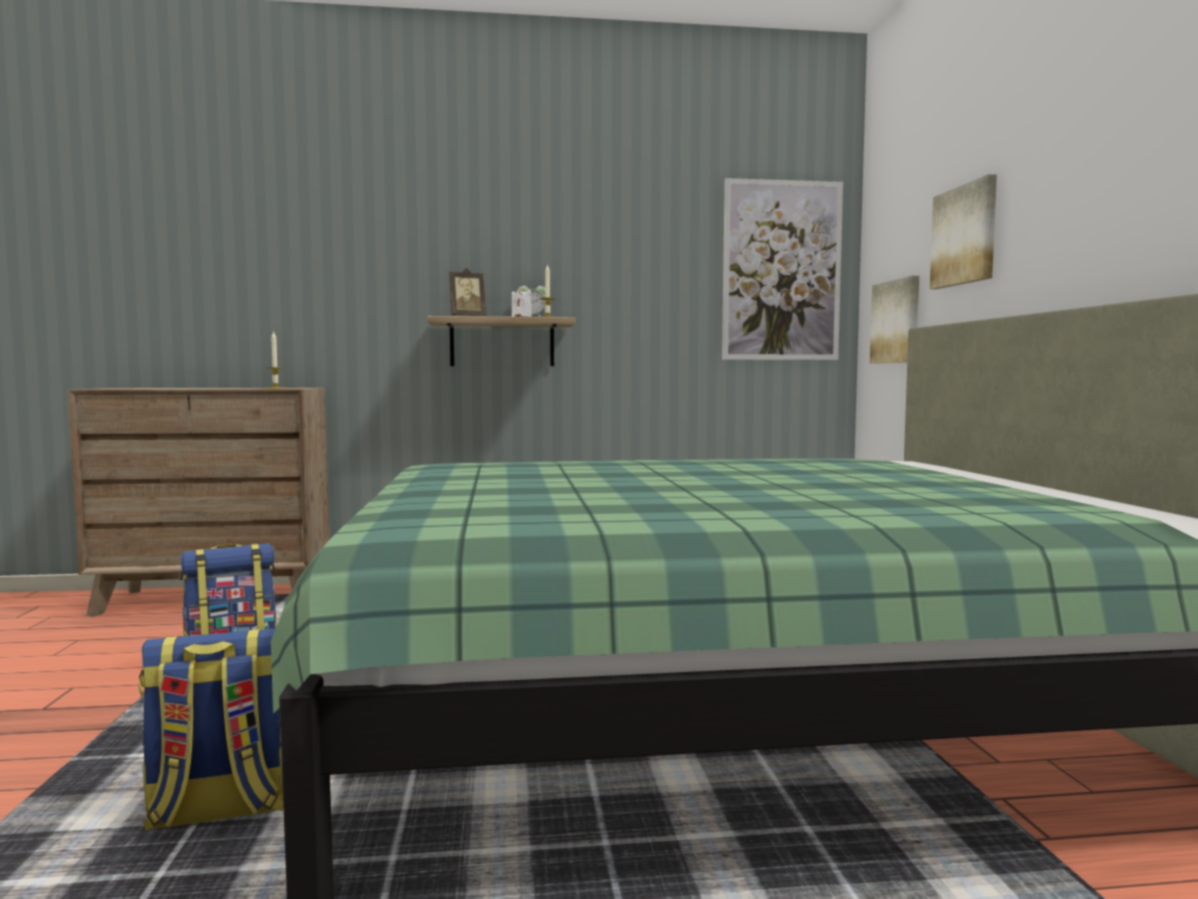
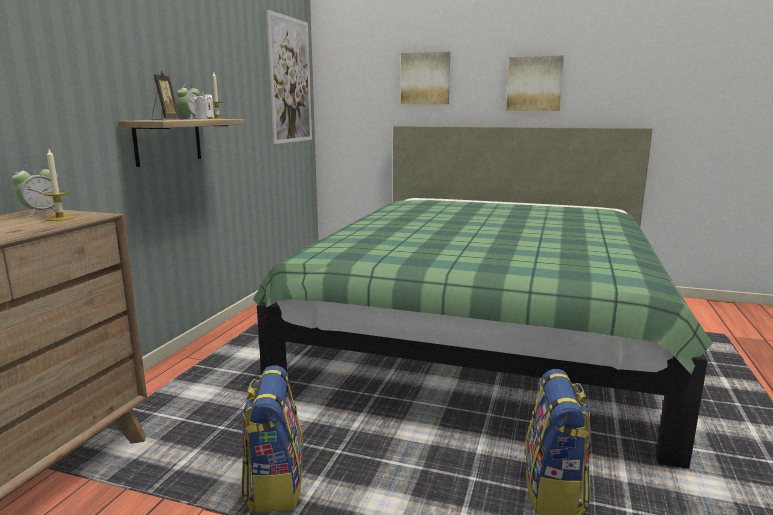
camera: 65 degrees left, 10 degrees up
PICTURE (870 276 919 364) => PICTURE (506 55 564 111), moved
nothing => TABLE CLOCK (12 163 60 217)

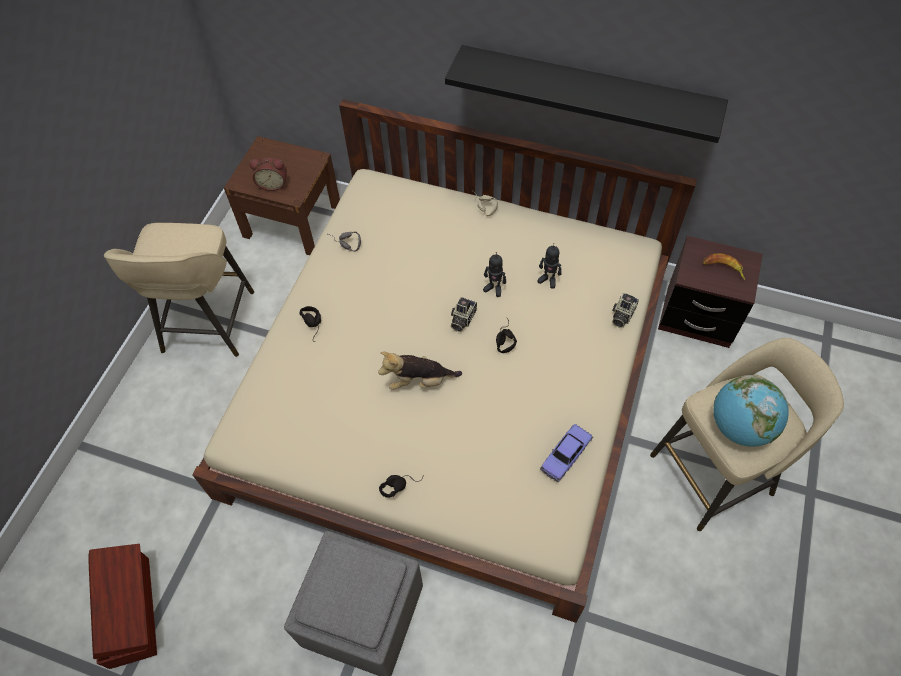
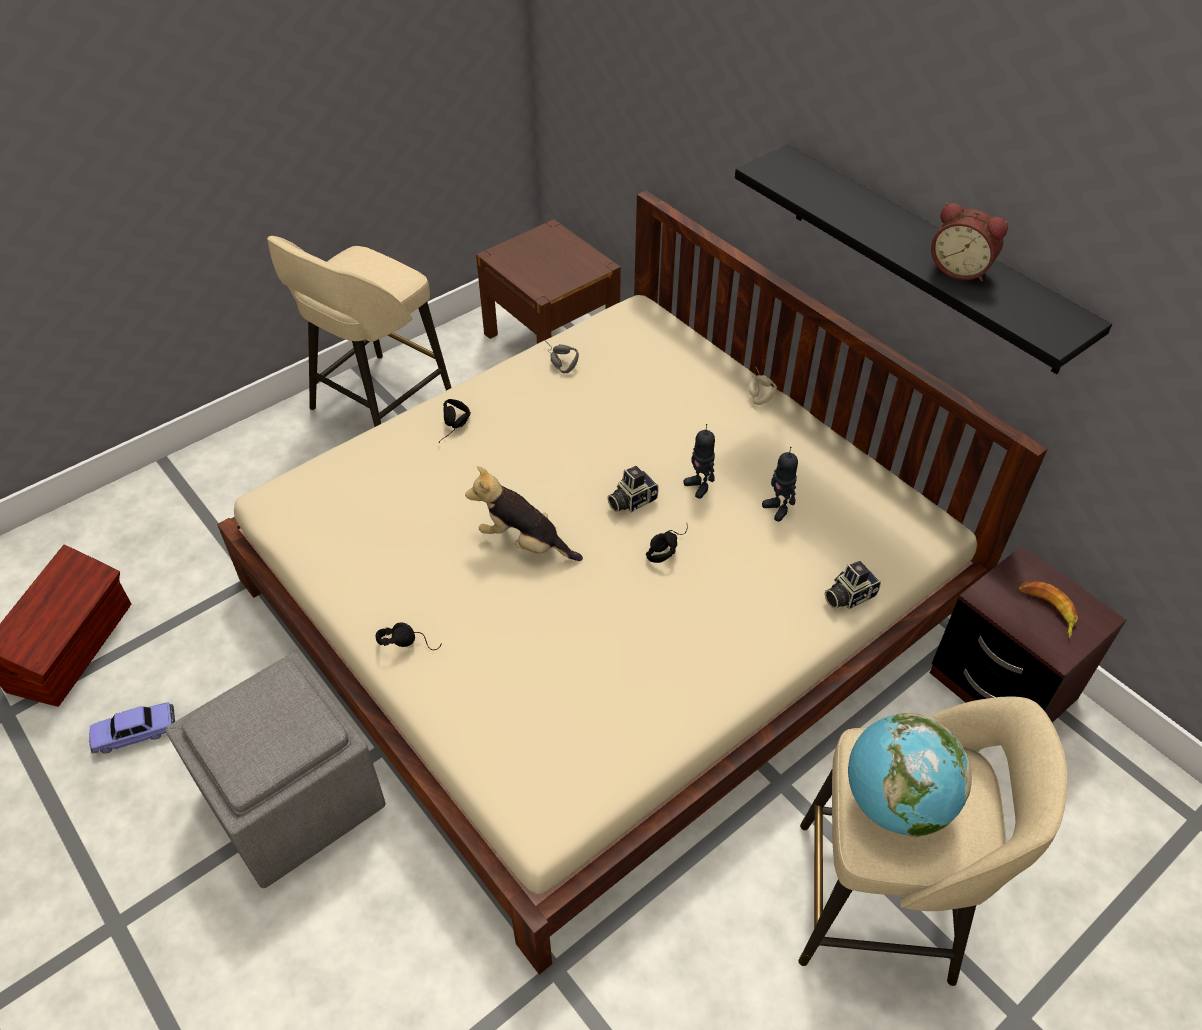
camera: 30 degrees right, 10 degrees down
TABLE CLOCK (250 157 287 191) => TABLE CLOCK (931 203 1008 282), moved
MINIATURE CAR (540 424 593 482) => MINIATURE CAR (89 702 175 754), moved

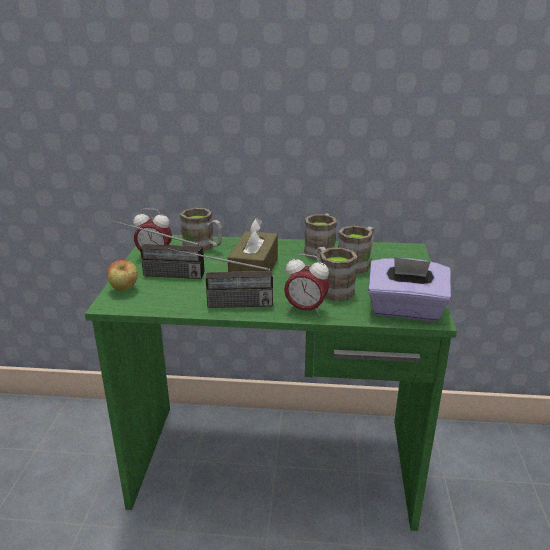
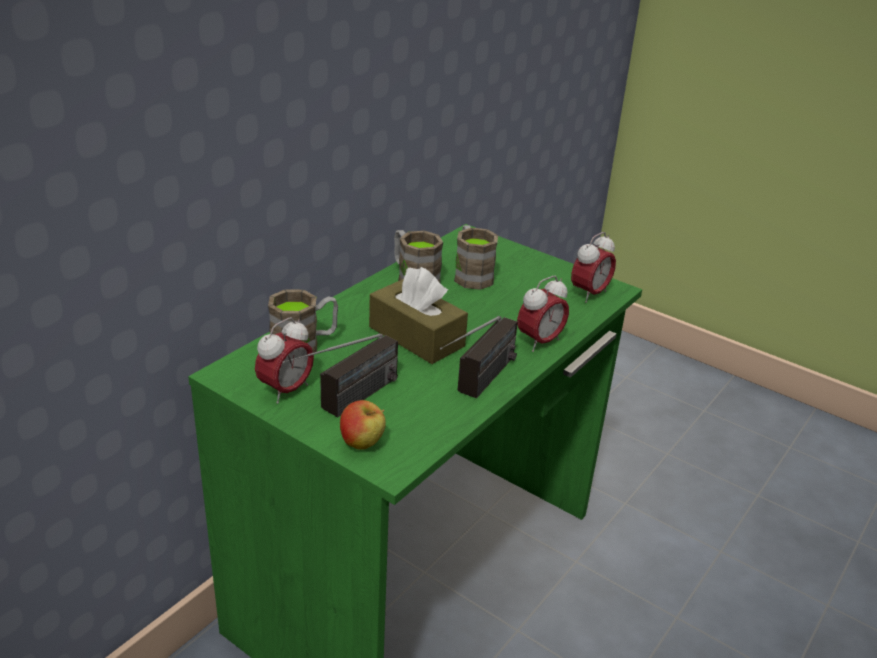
camera: 60 degrees left, 5 degrees up
BROWNISH TEA MUG (317 247 358 301) => nothing
PURPLE-COLOURED TISSUE HOLDER (368 257 451 321) => TABLE CLOCK (571 232 616 303)

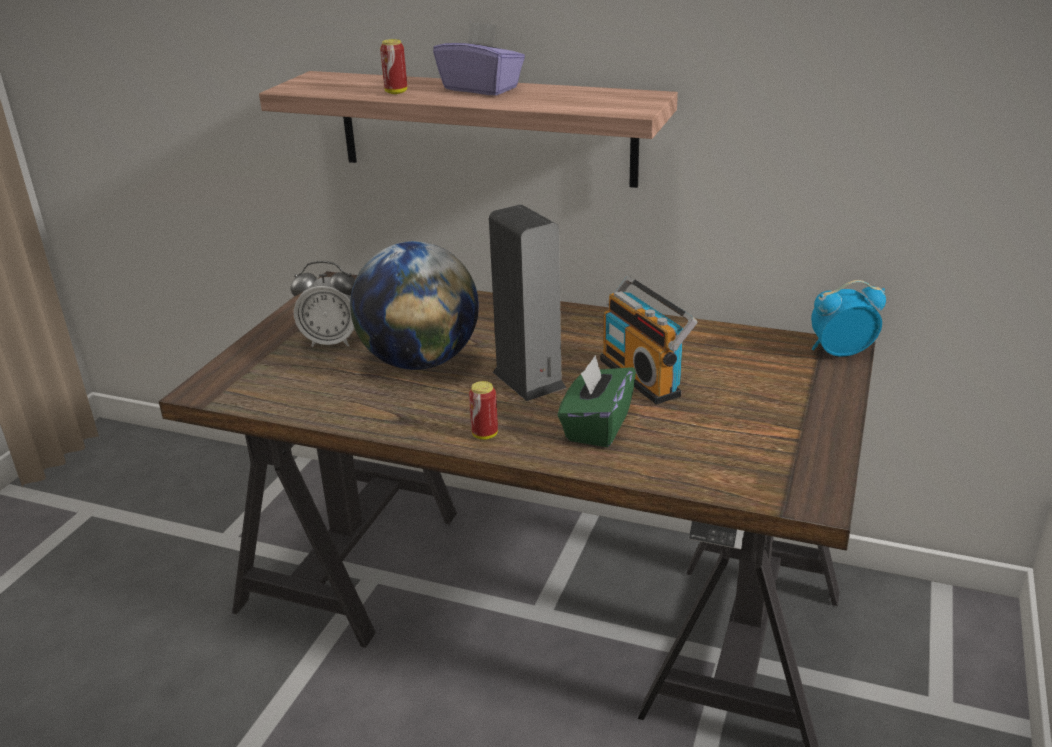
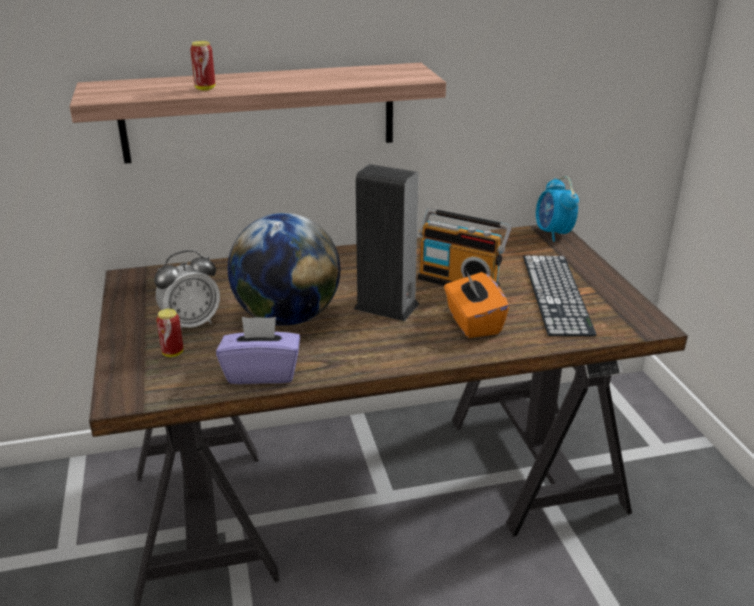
camera: 35 degrees left, 0 degrees up
PURPLE-COLOURED TISSUE HOLDER (433 22 525 95) => PURPLE-COLOURED TISSUE HOLDER (216 317 300 384), moved
TABLE CLOCK (811 280 886 357) => TABLE CLOCK (536 176 579 242), 60 degrees counterclockwise
GREENISH TISSUE HOLDER (558 355 636 447) => ORANGE TISSUE HOLDER (444 268 509 338)
METAL CAN (469 381 498 440) => METAL CAN (156 309 183 357), moved
nothing => PC KEYBOARD (523 255 597 336)

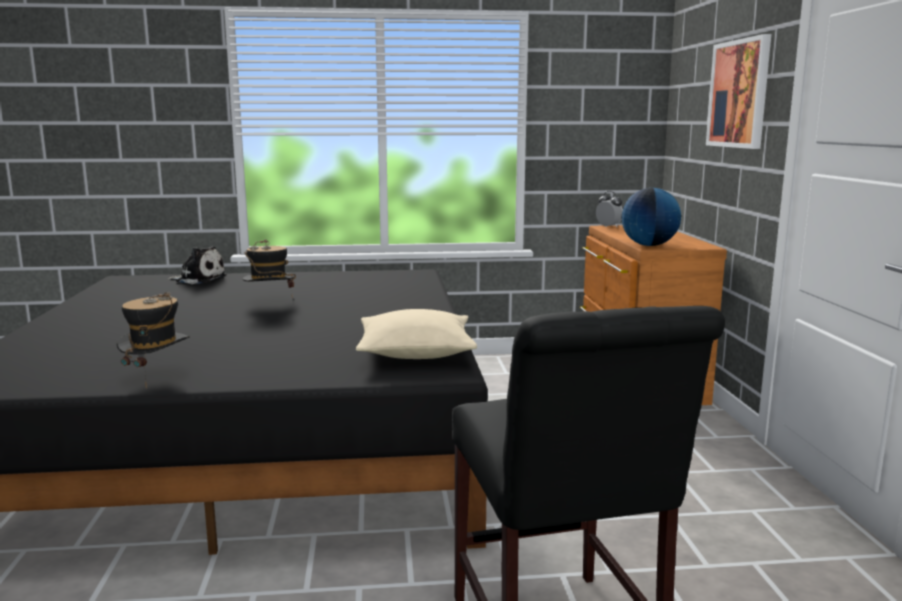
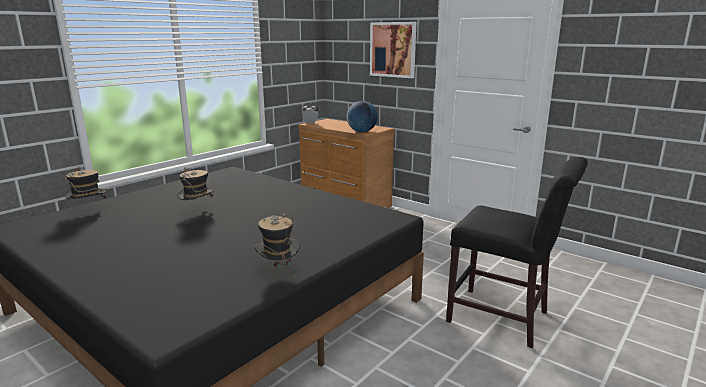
camera: 45 degrees left, 5 degrees up
CUDDLY TOY (168 246 227 284) => HAT (65 166 107 204)
SAND-COLOURED PILLOW (356 309 477 359) => nothing

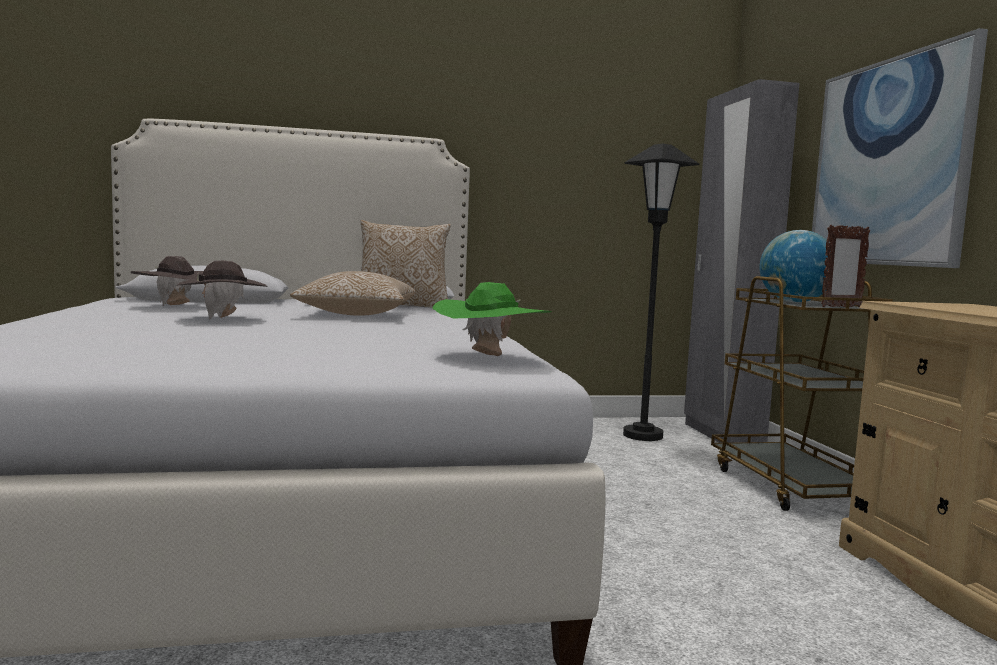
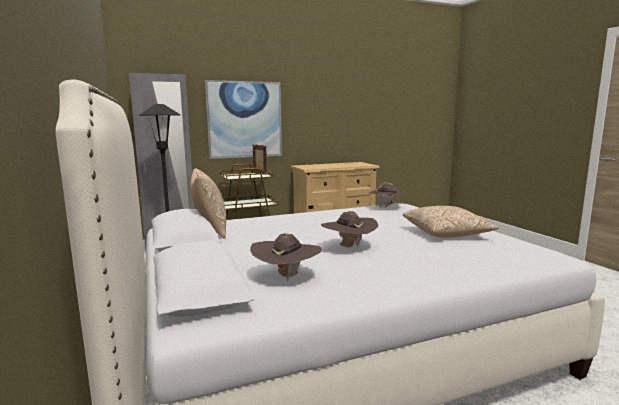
camera: 100 degrees left, 5 degrees up
DESK GLOBE (760 230 828 302) => nothing
PILLOW (290 271 416 316) => PILLOW (403 206 499 238), moved
GREENISH HAT (432 282 552 356) => BROWNISH HAT (369 183 406 207)

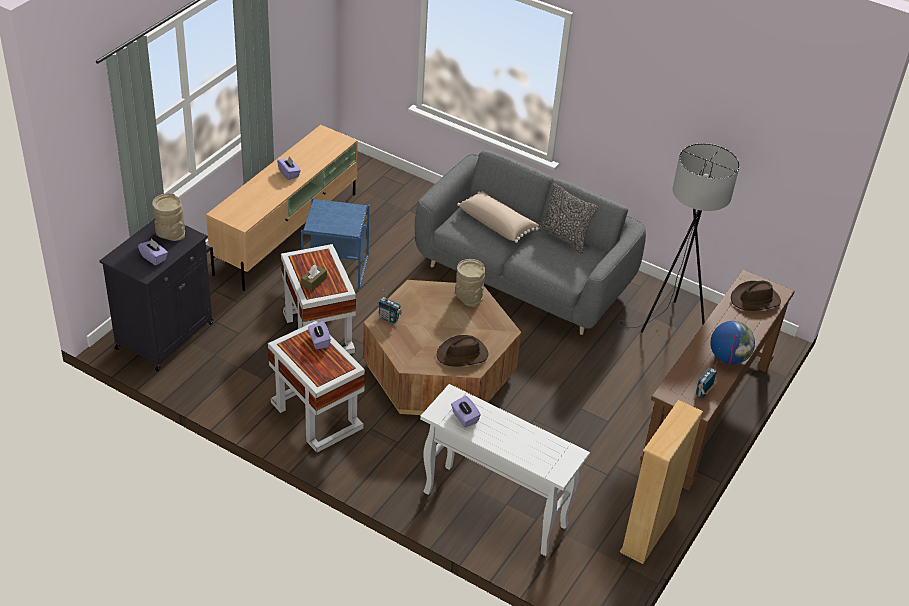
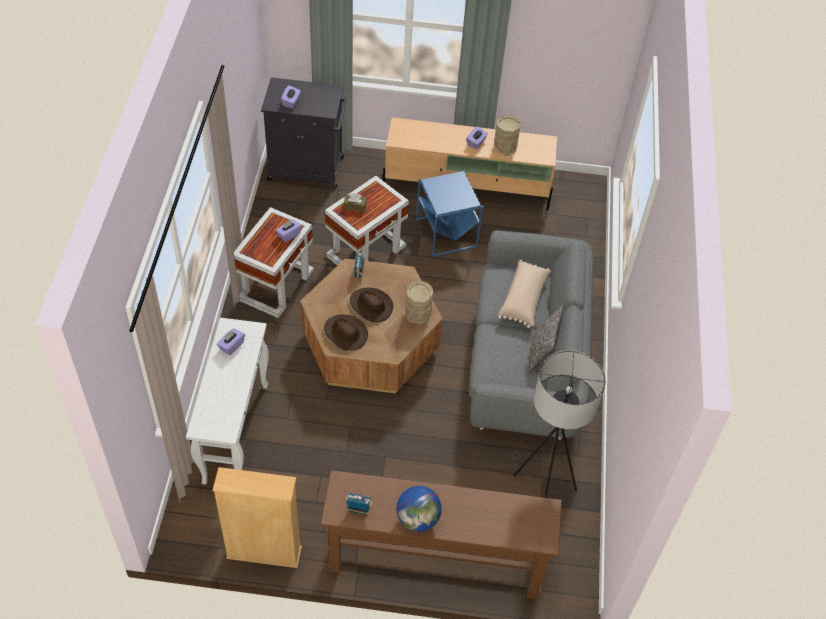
camera: 65 degrees right, 10 degrees up
SAND-COLOURED FLOWER VASE (152 193 185 241) => SAND-COLOURED FLOWER VASE (494 115 521 156), moved
BROWNISH HAT (731 281 781 311) => BROWNISH HAT (350 288 393 322), moved

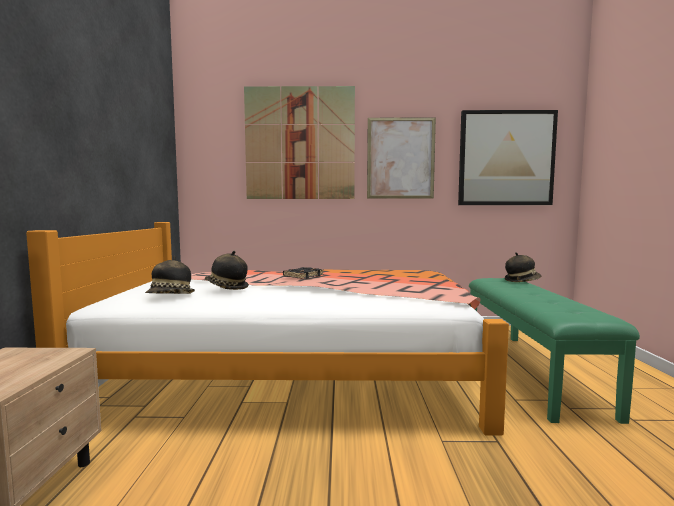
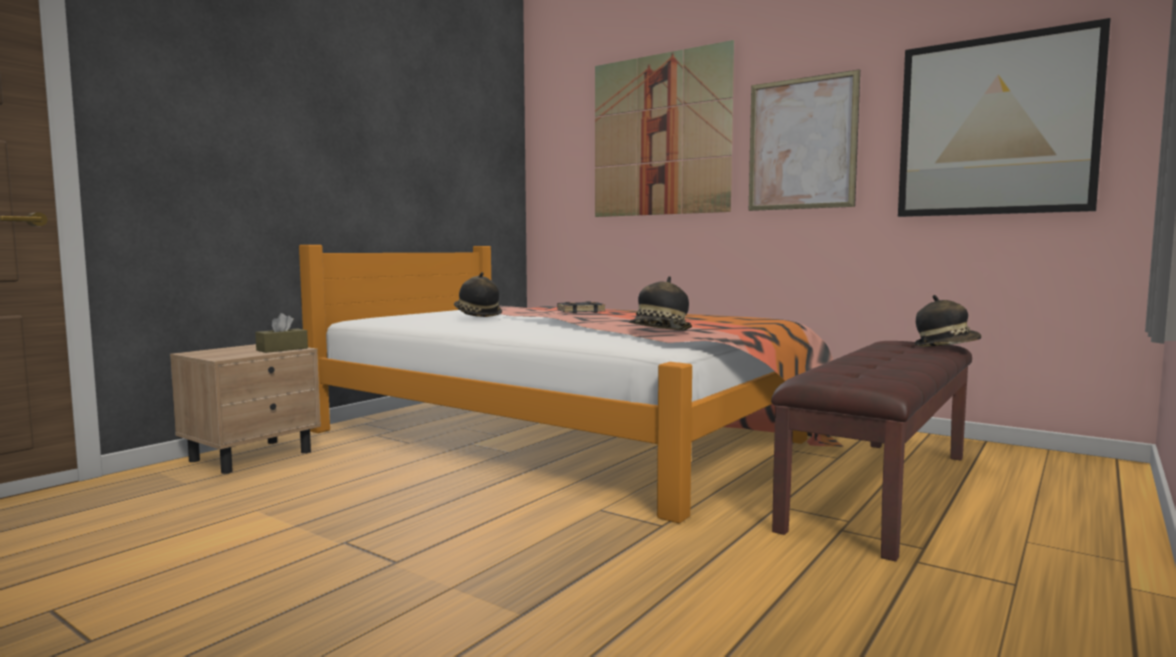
camera: 35 degrees right, 0 degrees up
HAT (145 256 195 294) => HAT (629 276 692 330), moved
GREENISH INDOOR BENCH (469 278 640 424) => BROWNISH INDOOR BENCH (771 341 972 562)
nothing => BROWNISH TISSUE HOLDER (255 313 308 353)

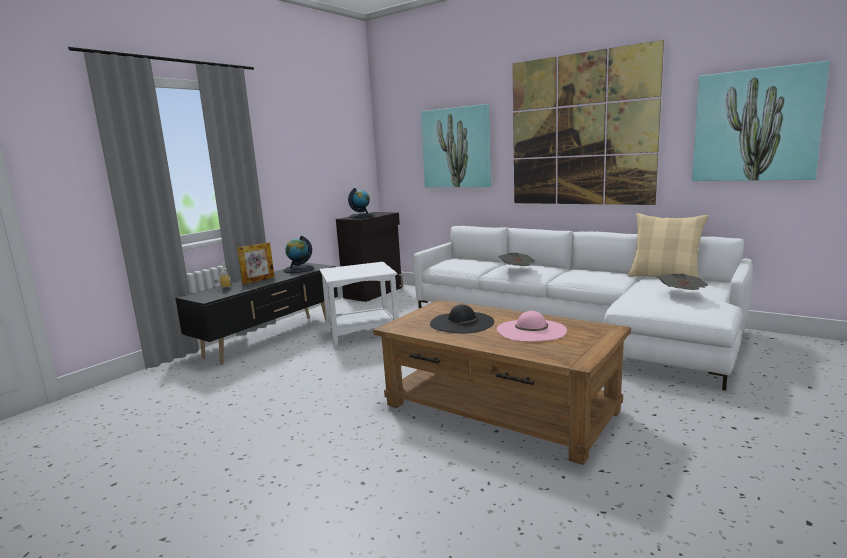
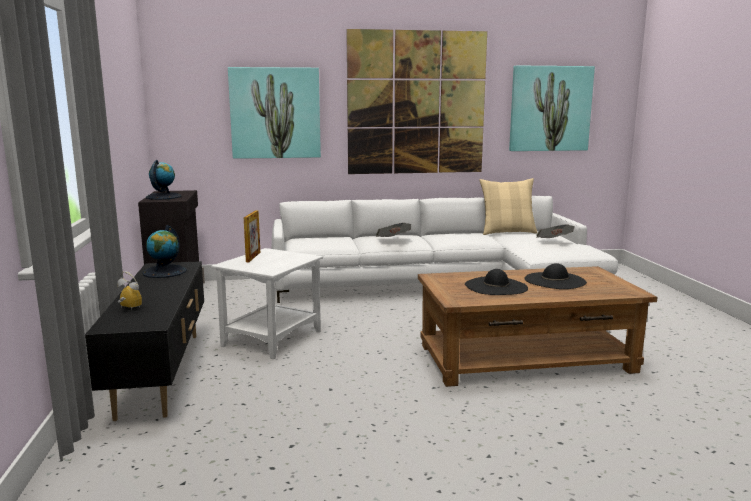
camera: 45 degrees left, 0 degrees up
STANDING FRAME (237 242 275 284) => STANDING FRAME (244 210 260 262), moved
PINK HAT (497 311 567 341) => BLACKISH HAT (524 263 587 289)

